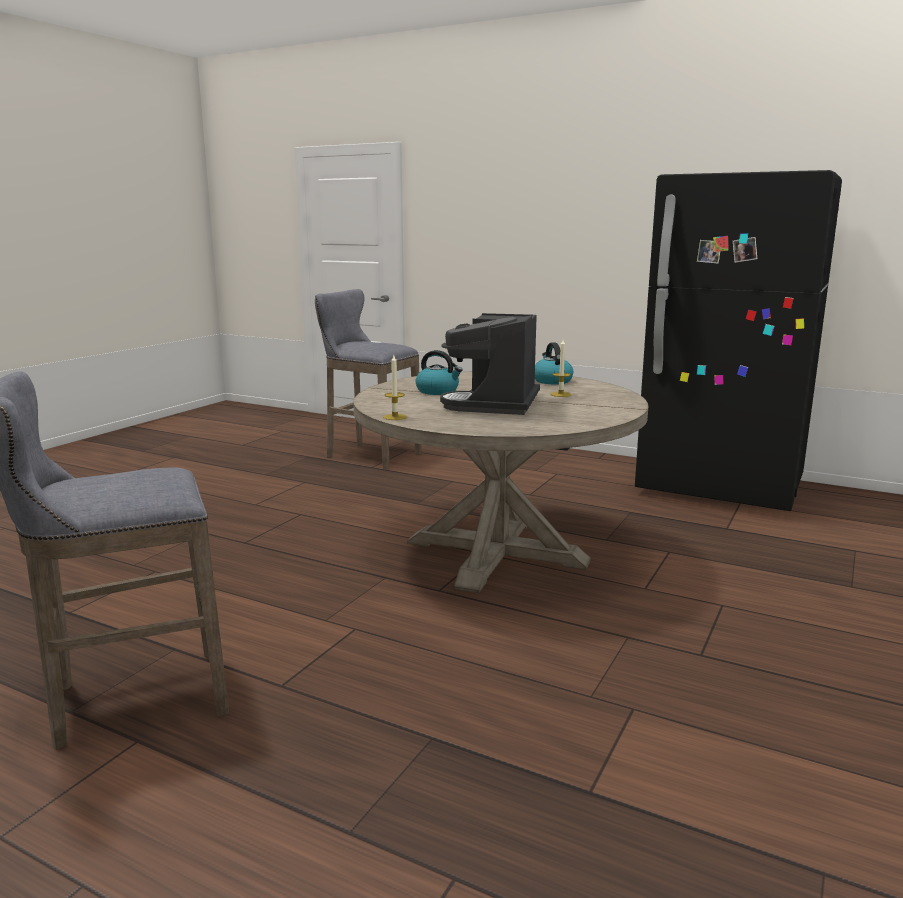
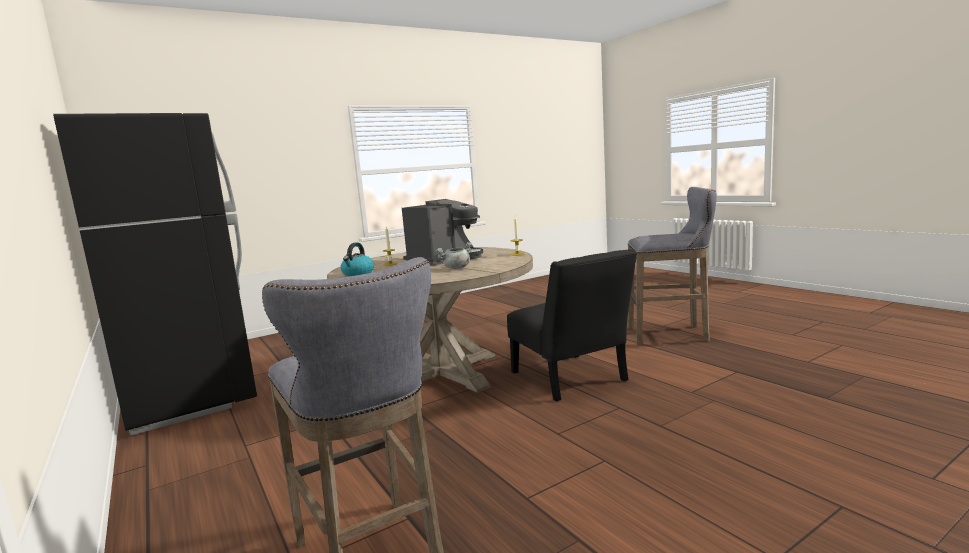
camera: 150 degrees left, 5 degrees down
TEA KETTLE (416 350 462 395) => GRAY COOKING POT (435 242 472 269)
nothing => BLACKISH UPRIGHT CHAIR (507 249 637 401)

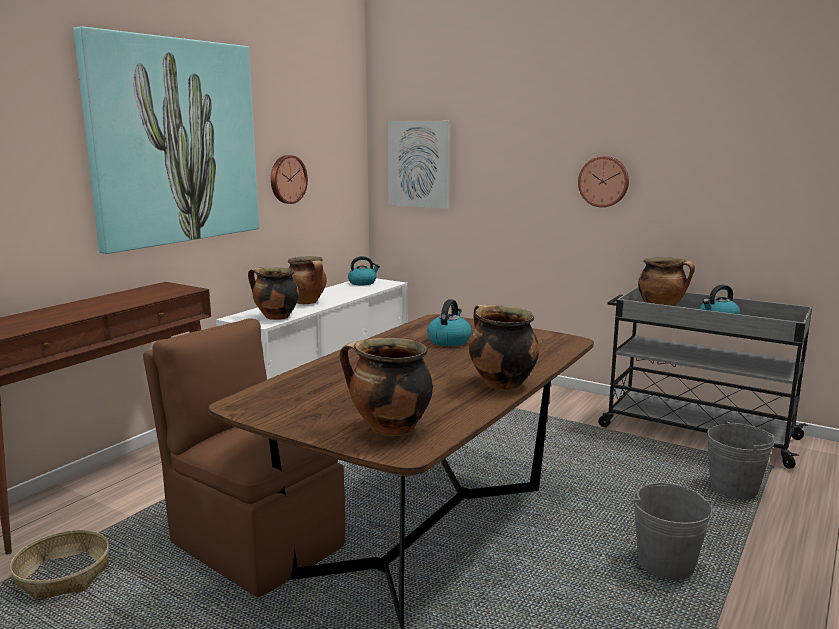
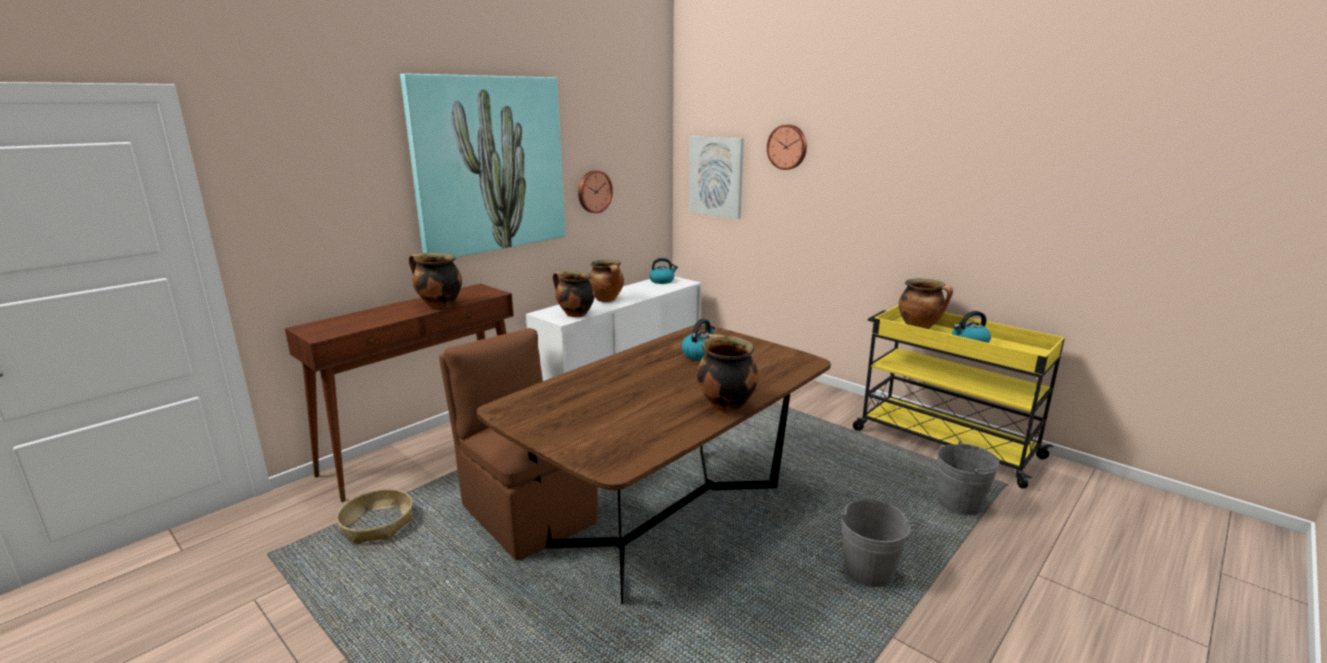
camera: 10 degrees right, 5 degrees up
CLOCK ON THE WALL (578 156 629 207) => CLOCK ON THE WALL (767 125 807 170), moved
GRAY TROLLEY (598 286 812 469) => YELLOW TROLLEY (853 305 1065 489)
COOKING POT (340 338 433 436) => COOKING POT (409 253 462 308), moved

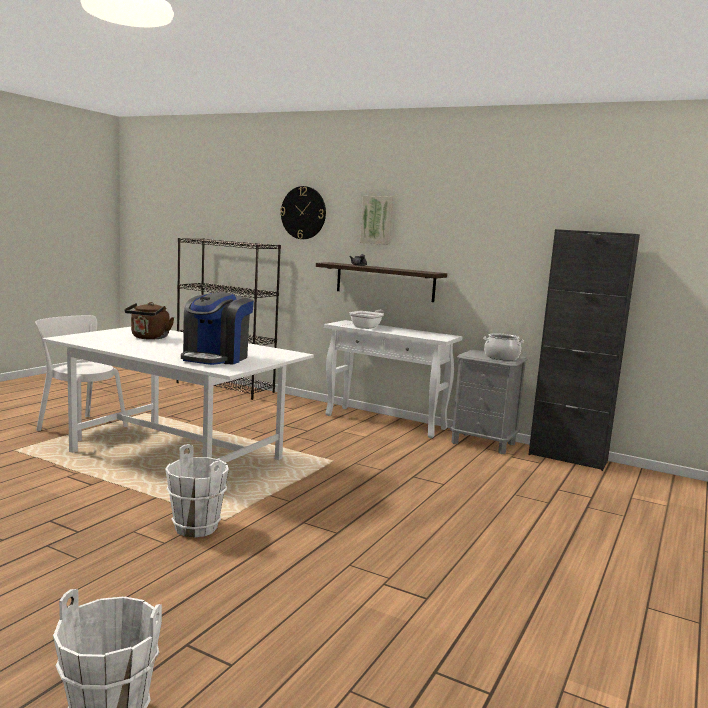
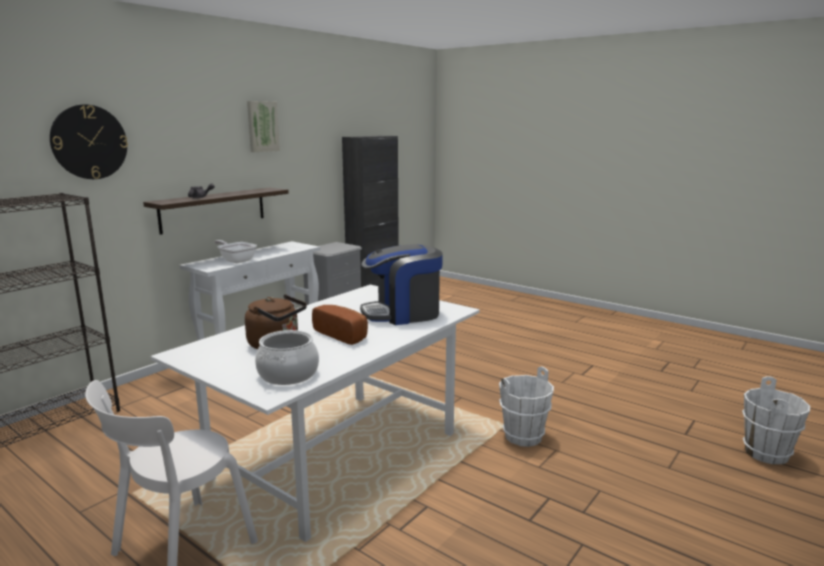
camera: 80 degrees left, 5 degrees up
PICTURE (360 196 393 245) => PICTURE (247 101 280 152), moved
COFFEE MAKER (181 292 254 365) => COFFEE MAKER (360 244 443 325), 135 degrees clockwise
COOKING POT (483 333 524 360) => COOKING POT (255 330 319 385), moved
nothing => BAKED BREAD (312 305 368 345)

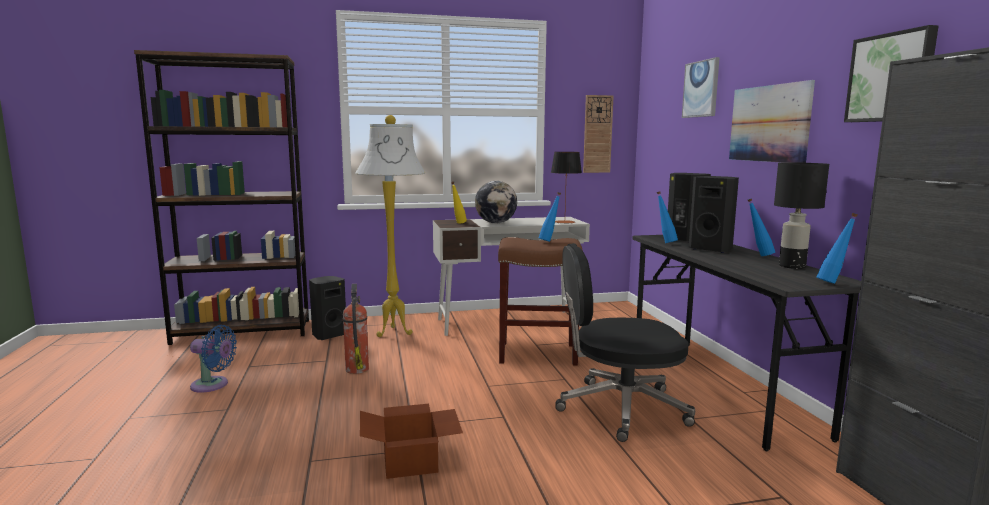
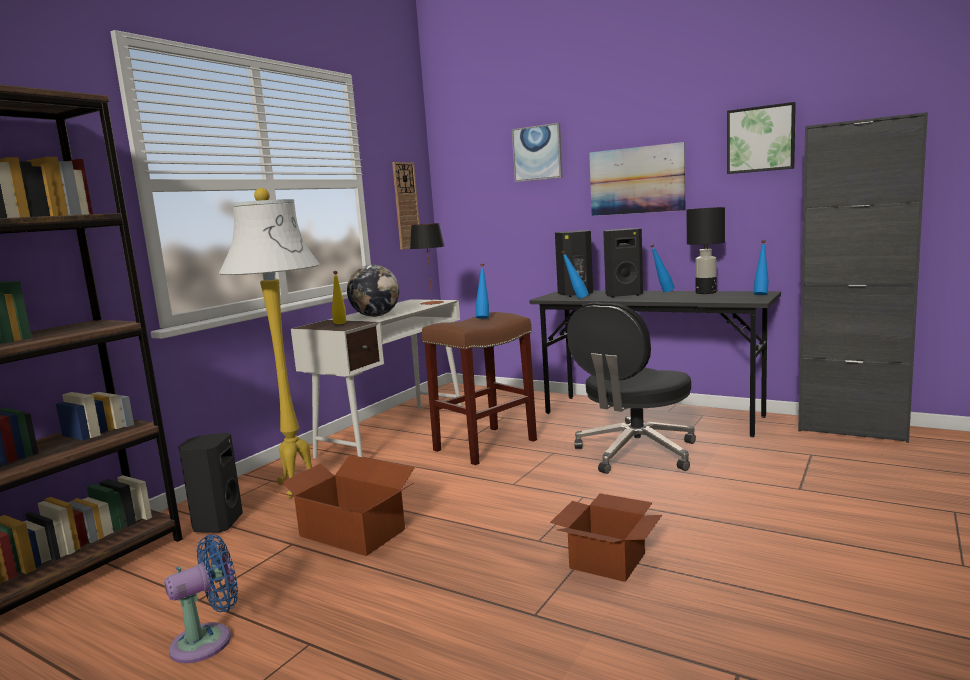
camera: 45 degrees left, 0 degrees up
FIRE EXTINGUISHER (343 284 369 374) => CARDBOARD BOX (273 455 415 556)

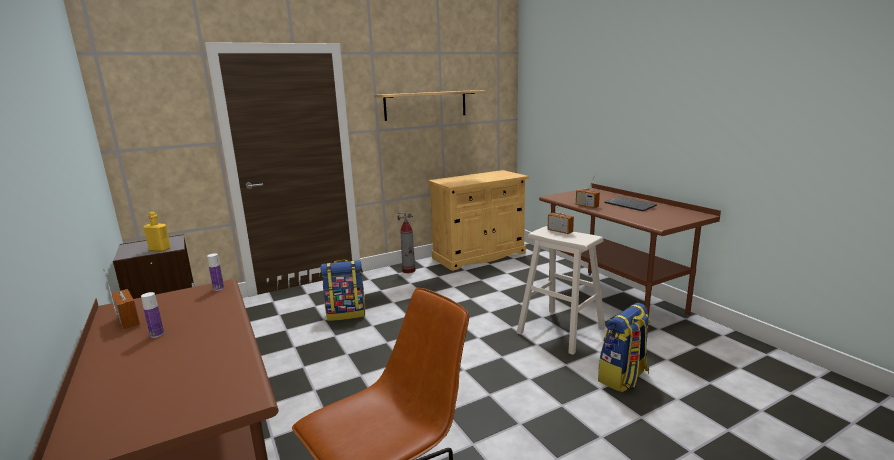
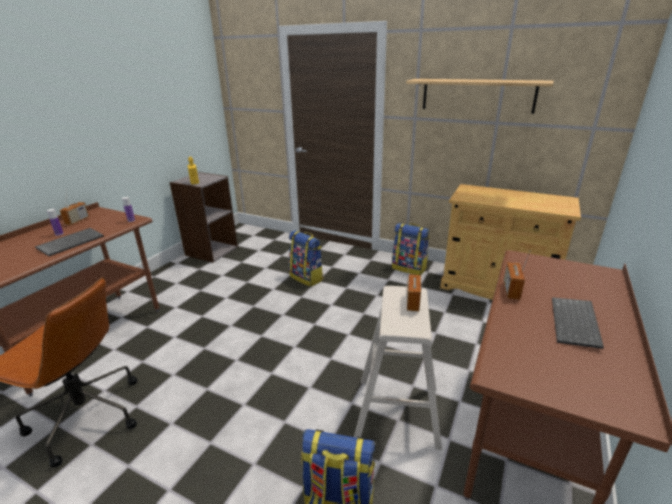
camera: 55 degrees right, 10 degrees up
FIRE EXTINGUISHER (397 213 415 273) => KNAPSACK (392 223 429 275)
nothing => PC KEYBOARD (35 228 104 256)

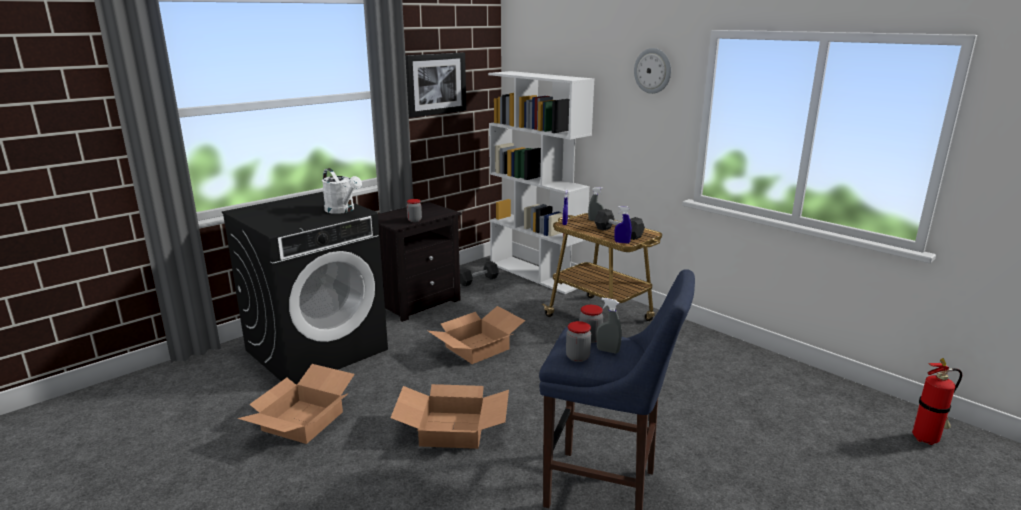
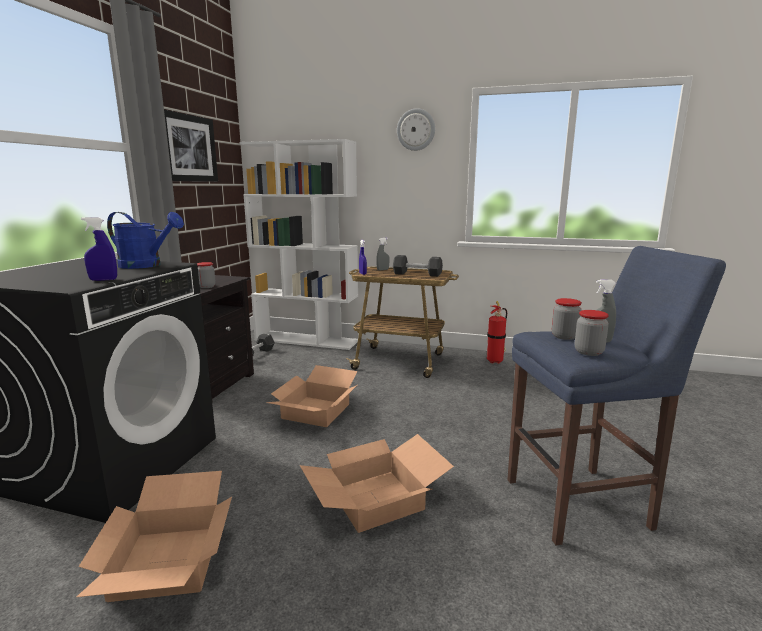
camera: 30 degrees left, 5 degrees down
WHITE-COLOURED WATERING POT (322 168 362 214) => BLUE WATERING POT (107 212 184 269)
BLUE SPRAYER (614 206 632 243) => BLUE SPRAYER (81 217 117 281), moved
FIRE EXTINGUISHER (912 358 962 445) => FIRE EXTINGUISHER (487 301 507 364), moved

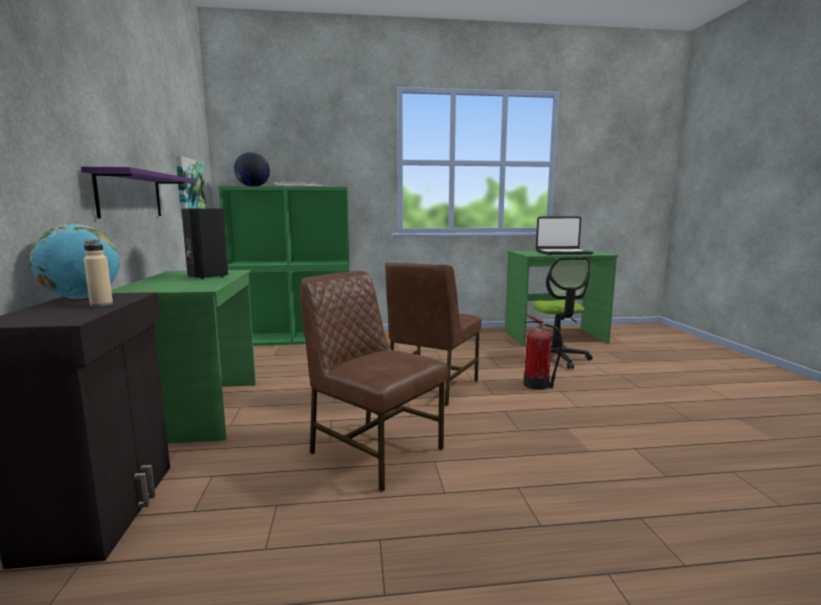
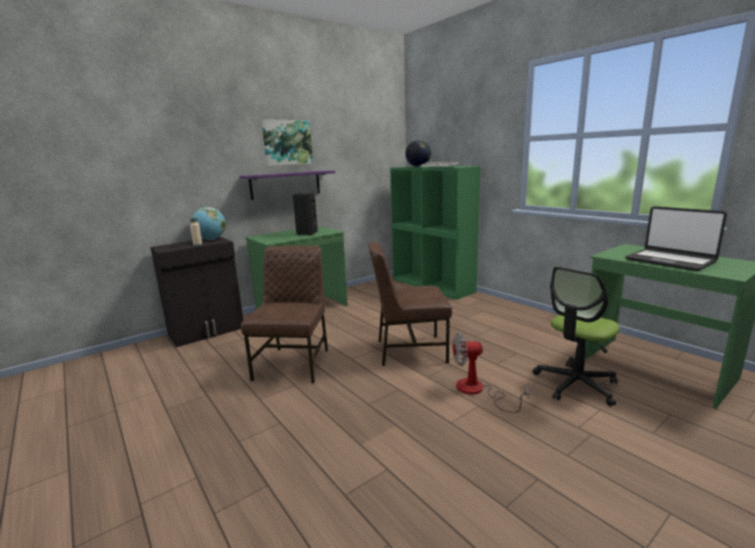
camera: 60 degrees right, 5 degrees up
PICTURE (175 156 206 217) => PICTURE (262 119 313 166), moved
FIRE EXTINGUISHER (523 314 562 390) => ELECTRIC FAN (452 333 529 413)

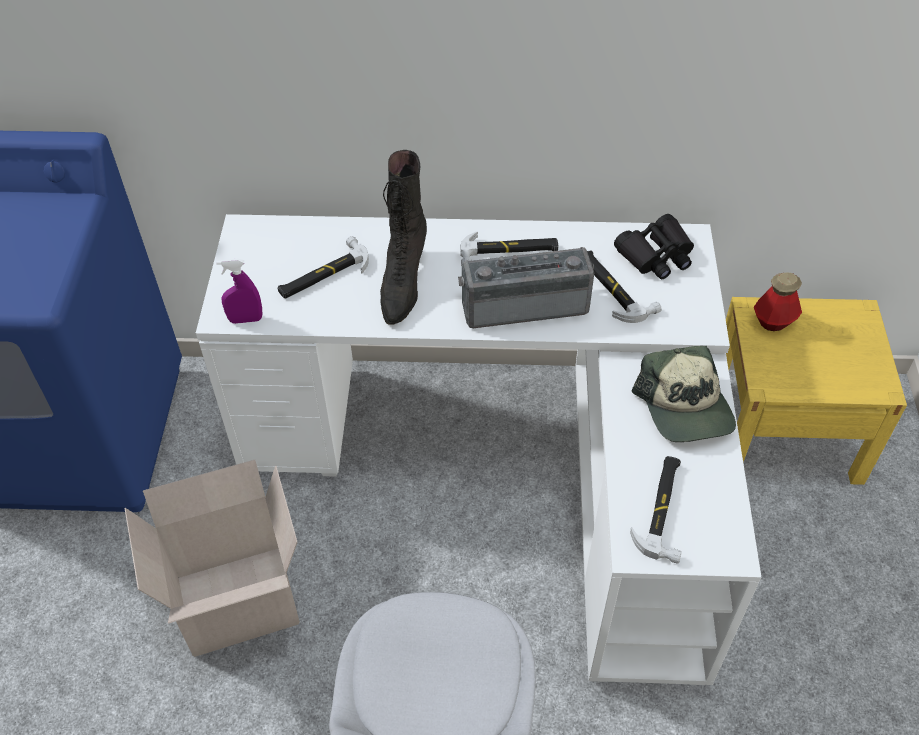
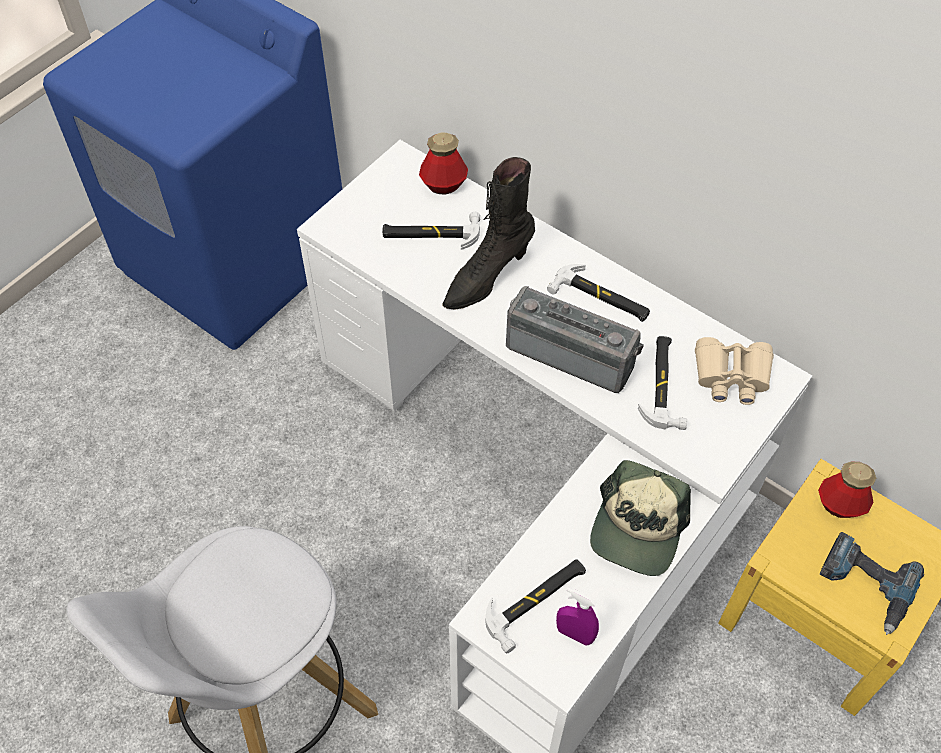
camera: 35 degrees right, 5 degrees up
BLACKISH PAIR OF BINOCULARS (614 214 694 279) => SAND-COLOURED PAIR OF BINOCULARS (695 337 774 405)
PURPLE-COLOURED SPRAYER (216 259 262 324) => PURPLE-COLOURED SPRAYER (556 587 599 646), moved
CARDBOARD BOX (125 460 300 657) => nothing
nothing => BEVERAGE BOTTLE (419 132 468 194)
nothing => POWER DRILL (820 532 924 635)

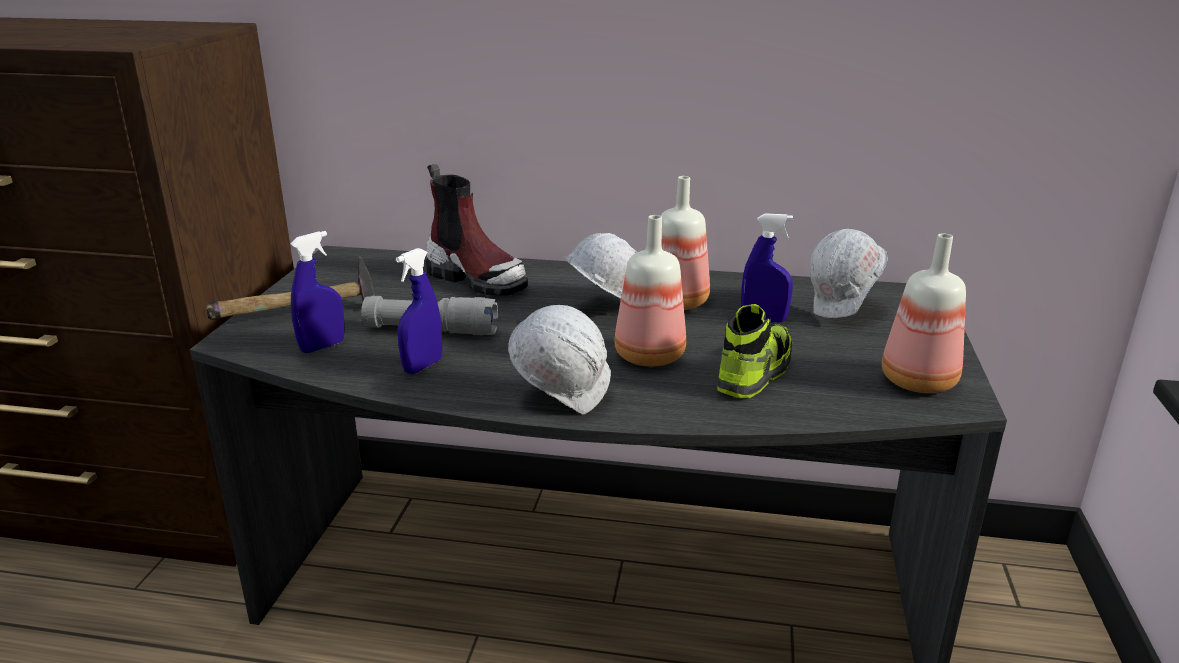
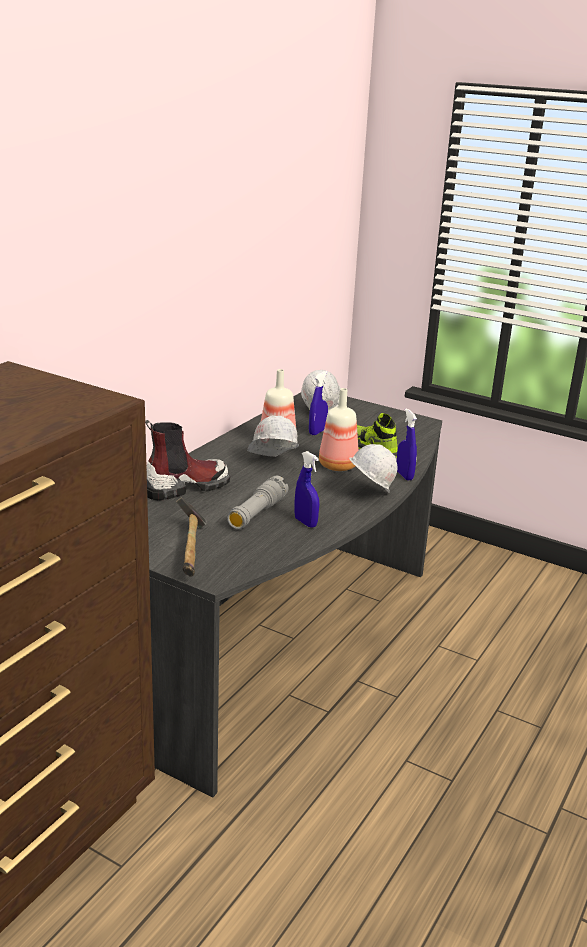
camera: 70 degrees left, 0 degrees up
BLUE SPRAYER (290 231 345 353) => BLUE SPRAYER (396 408 417 481), moved
BEVERAGE BOTTLE (882 233 966 393) => nothing

